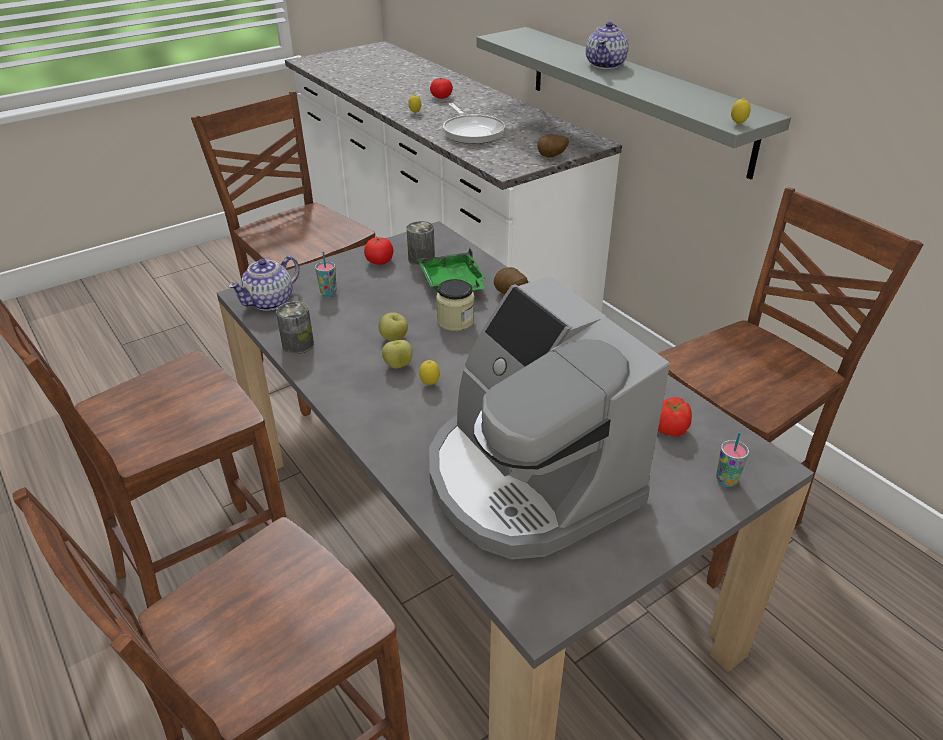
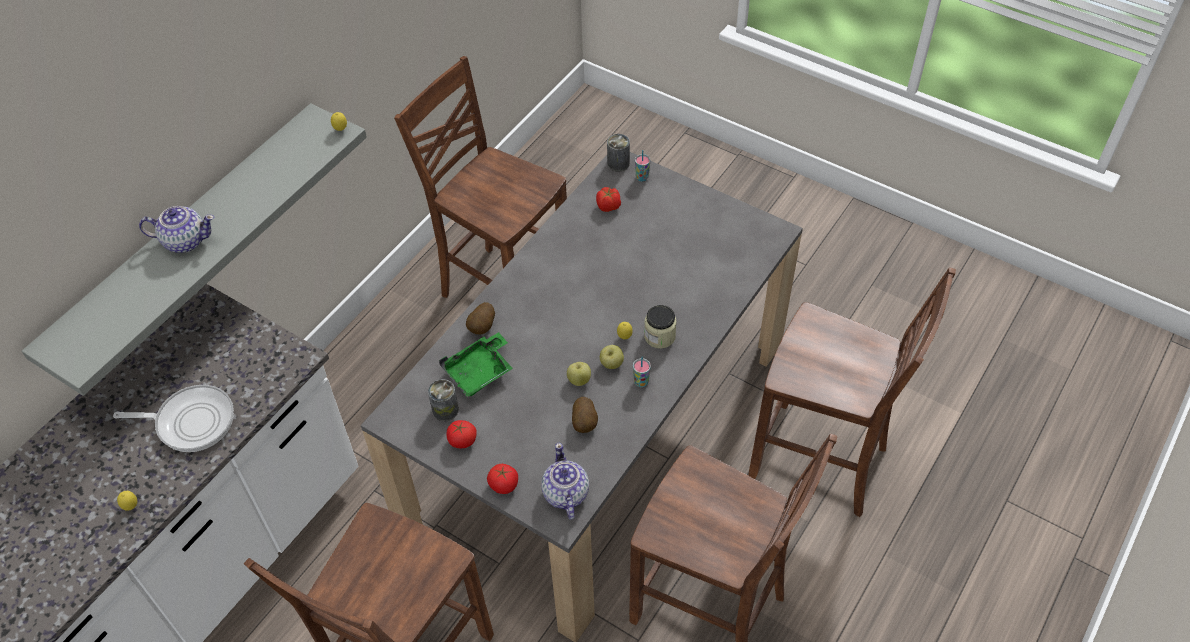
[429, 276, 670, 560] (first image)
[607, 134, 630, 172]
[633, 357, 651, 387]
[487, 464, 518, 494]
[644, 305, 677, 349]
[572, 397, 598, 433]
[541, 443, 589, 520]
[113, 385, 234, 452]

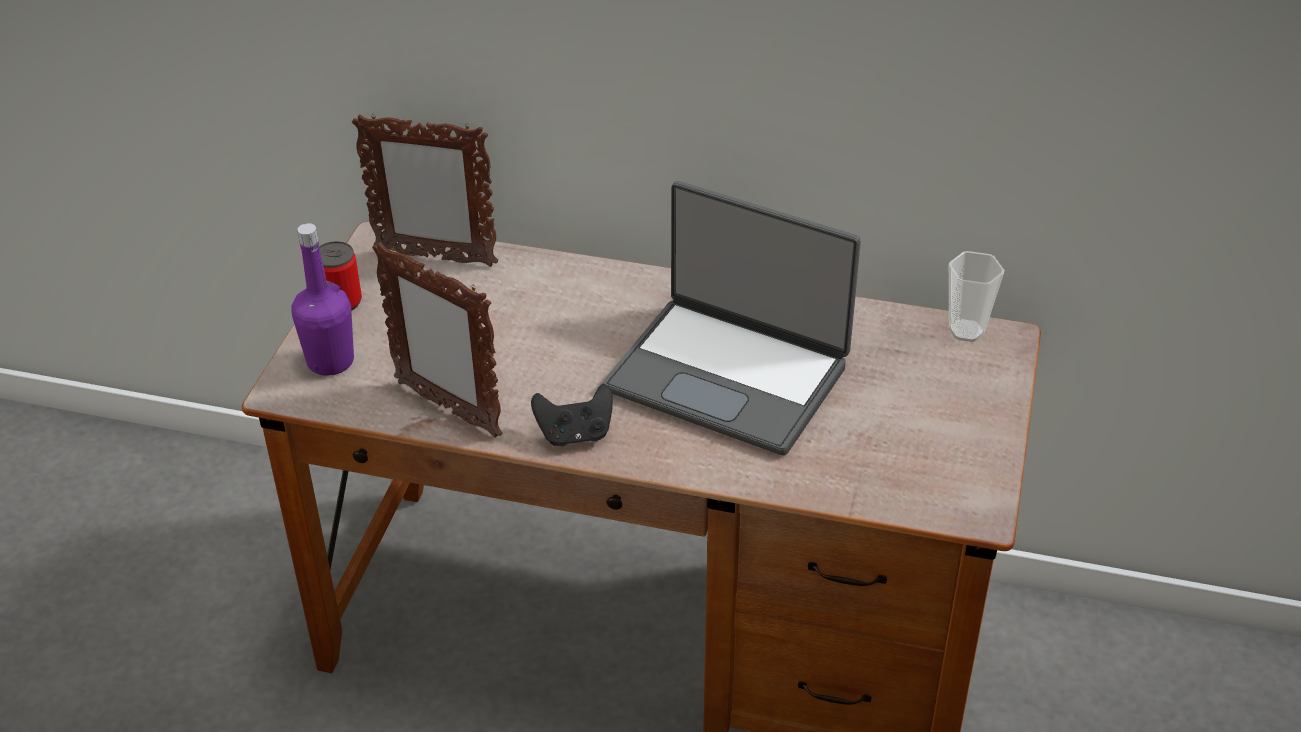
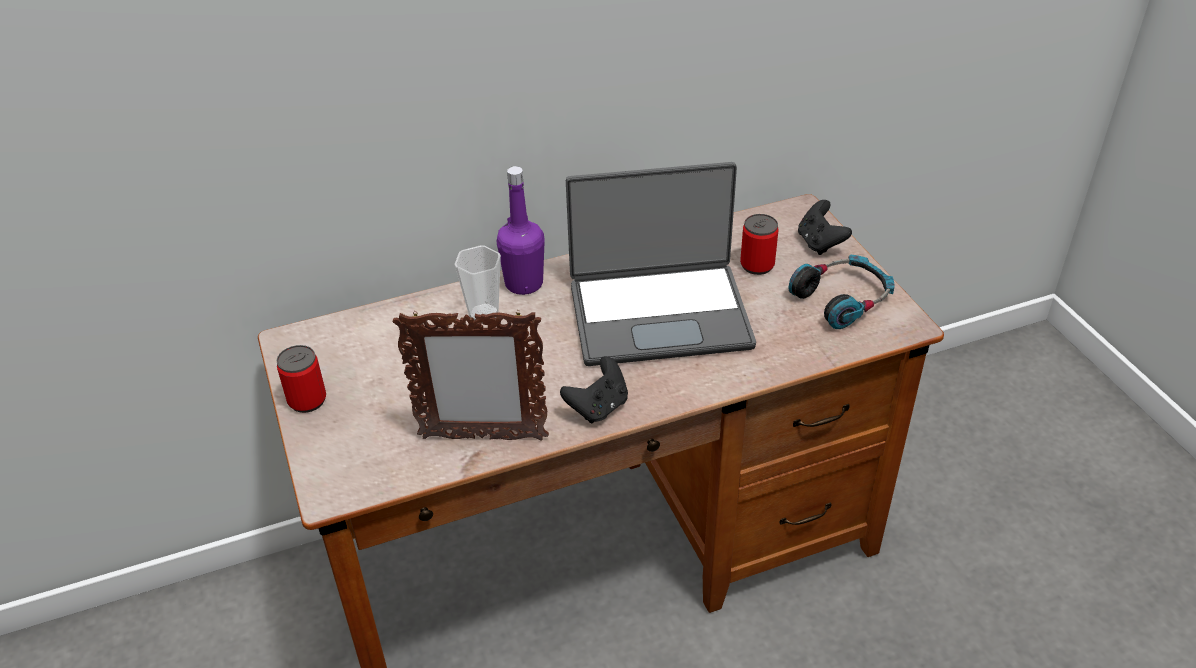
[352, 114, 498, 267] (first image)
[740, 214, 779, 275]
[789, 255, 894, 329]
[798, 200, 852, 255]
[497, 166, 545, 295]
[454, 245, 501, 324]

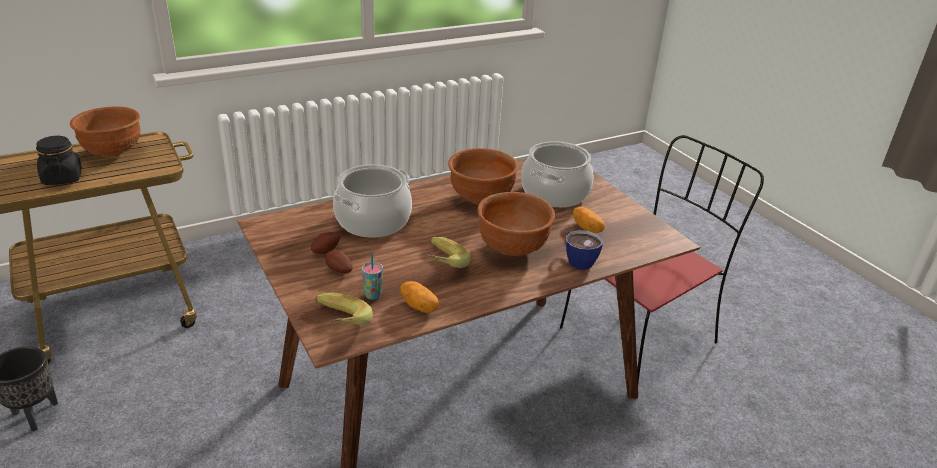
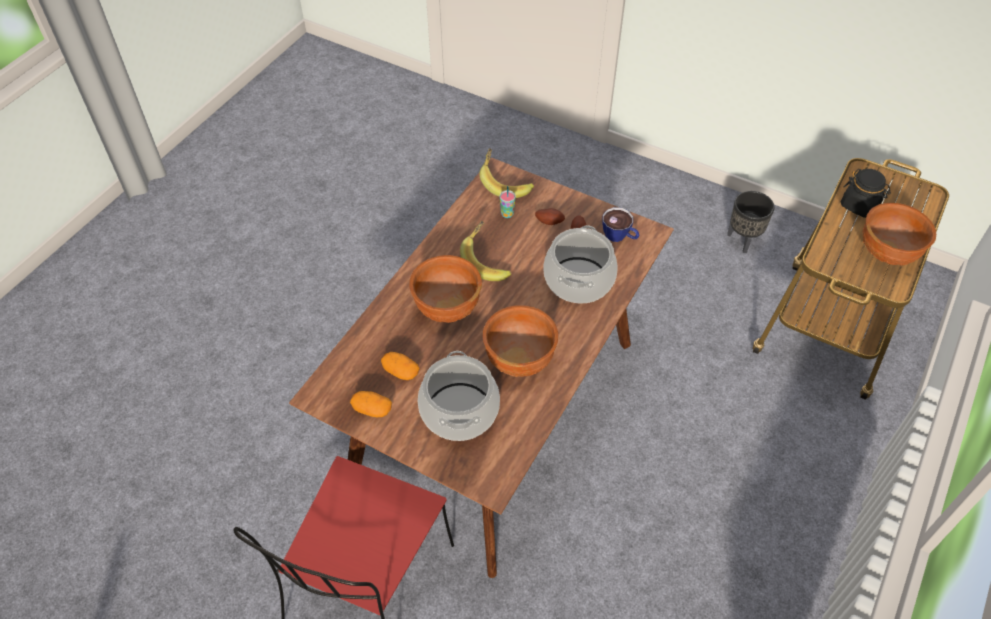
[350, 391, 392, 417]
[603, 207, 639, 242]

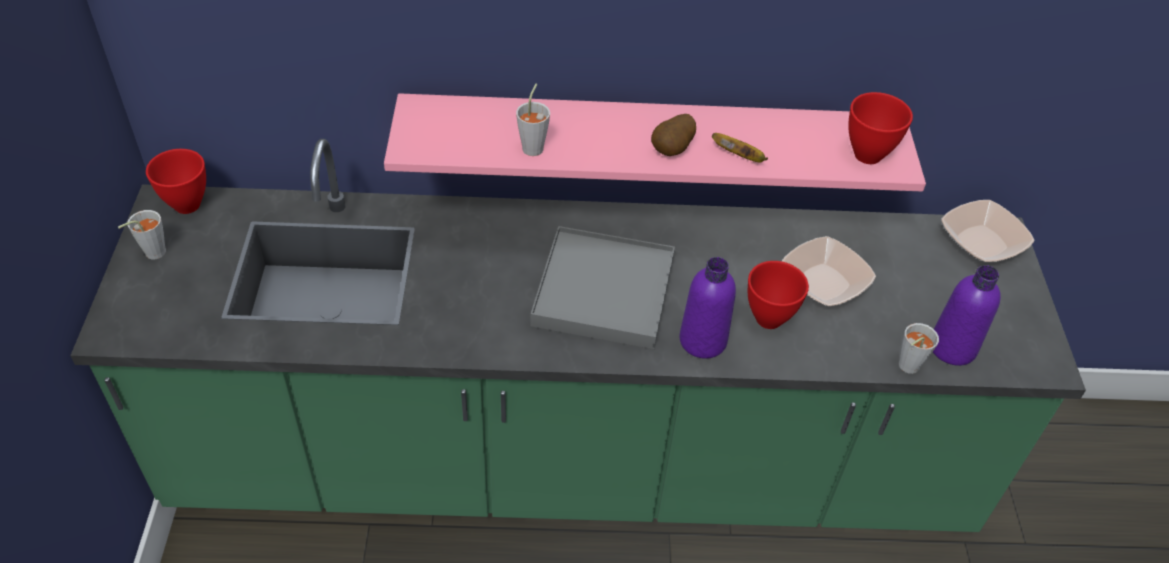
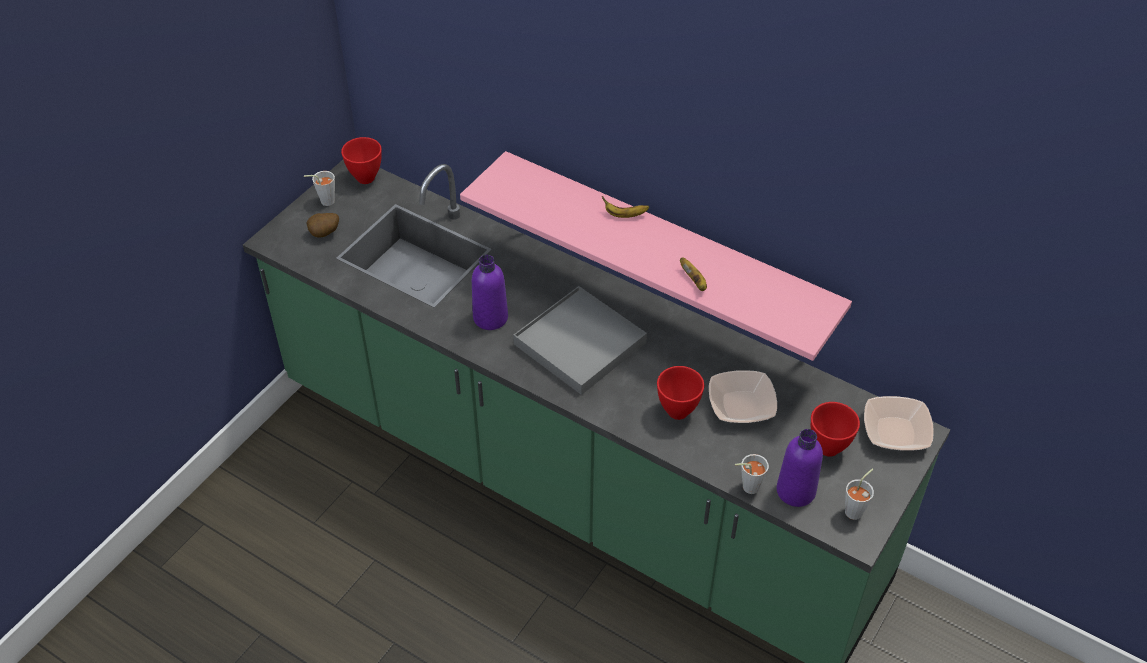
[602, 196, 649, 218]
[845, 468, 874, 520]
[306, 213, 339, 237]
[472, 255, 508, 330]
[811, 402, 860, 457]

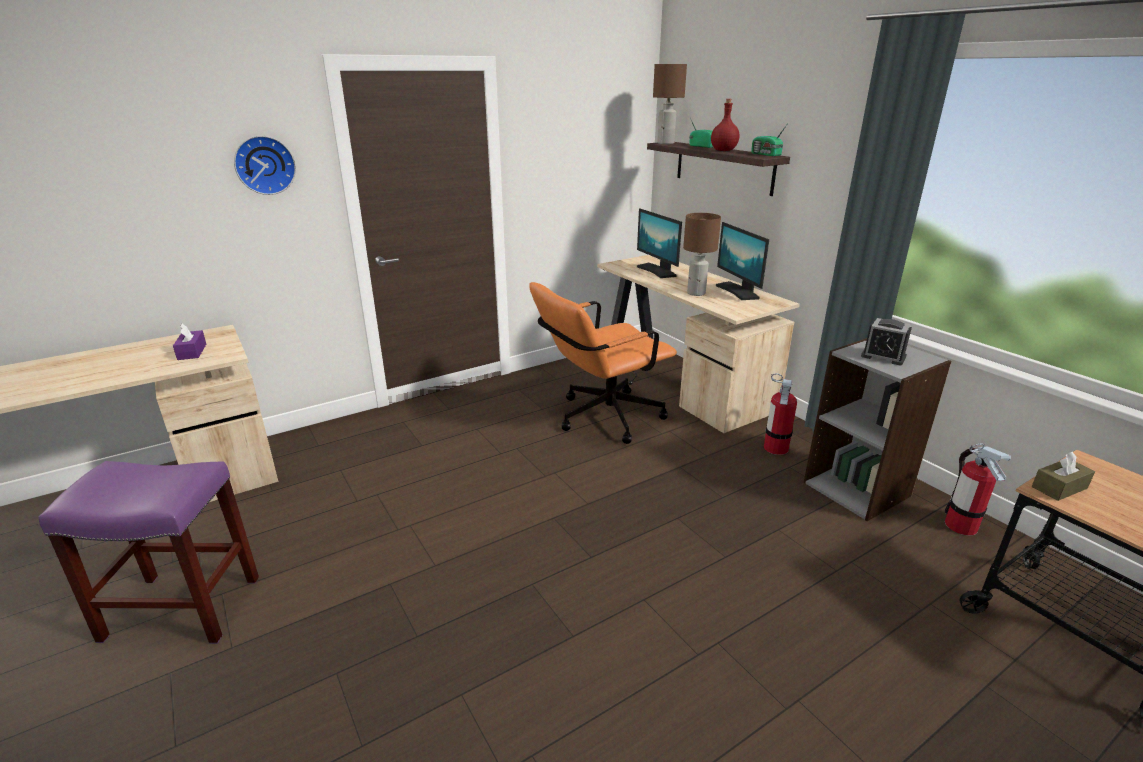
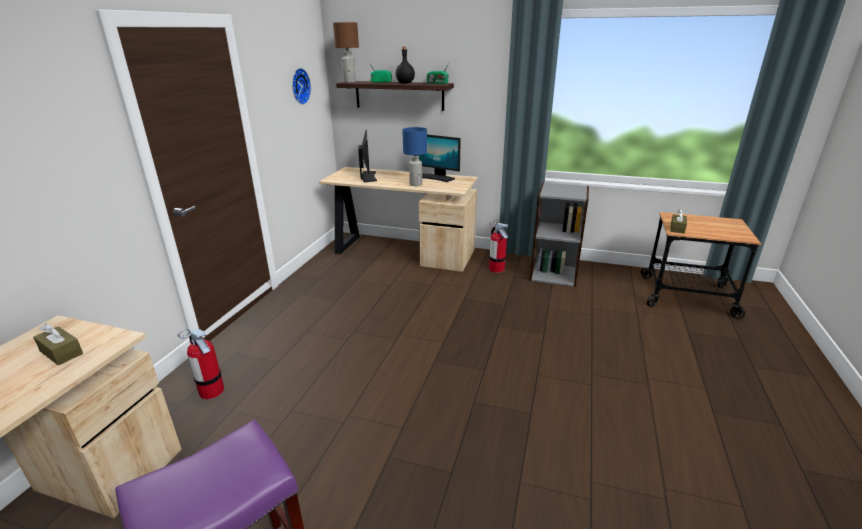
[529, 282, 677, 444] (first image)
[861, 318, 912, 365] (first image)
[292, 68, 311, 105]
[178, 328, 224, 399]
[33, 323, 83, 365]
[402, 127, 427, 186]
[396, 47, 415, 84]
[358, 130, 377, 182]

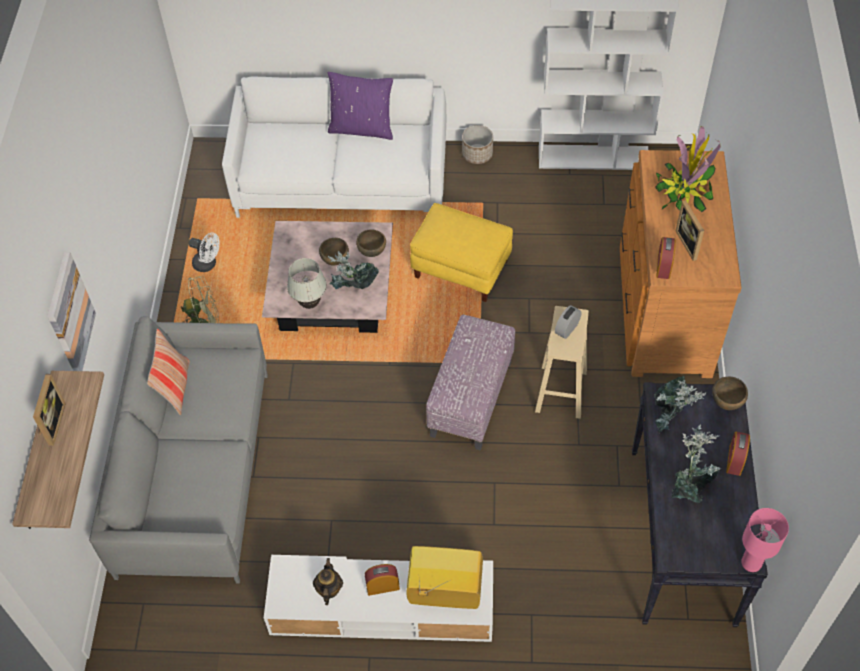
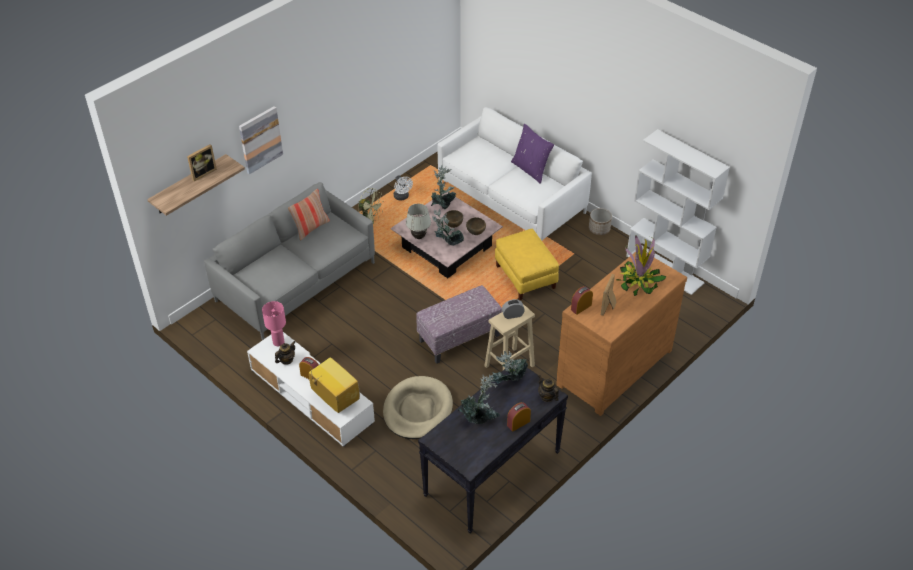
[383, 376, 453, 439]
[431, 165, 456, 210]
[262, 301, 286, 346]
[538, 375, 559, 402]

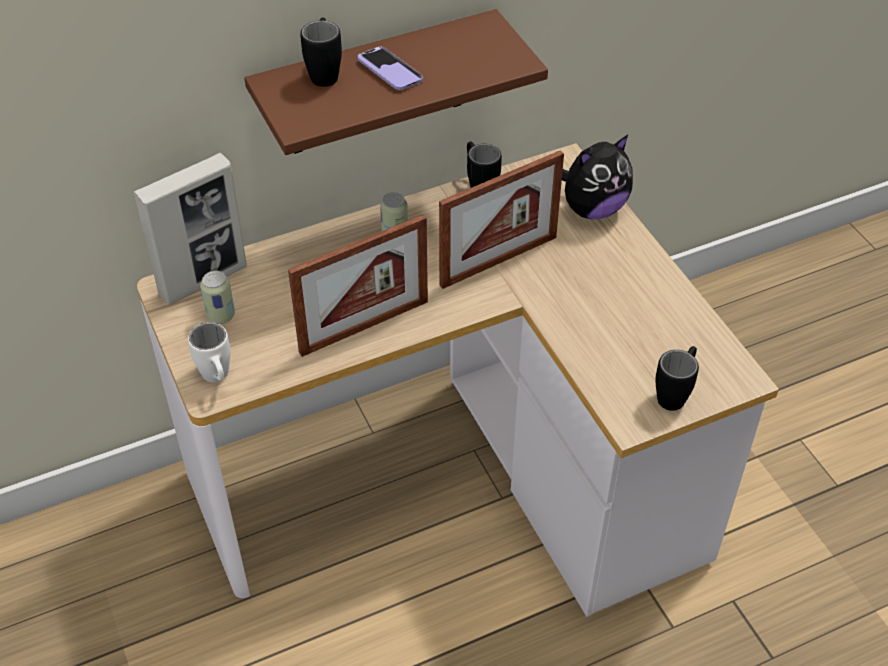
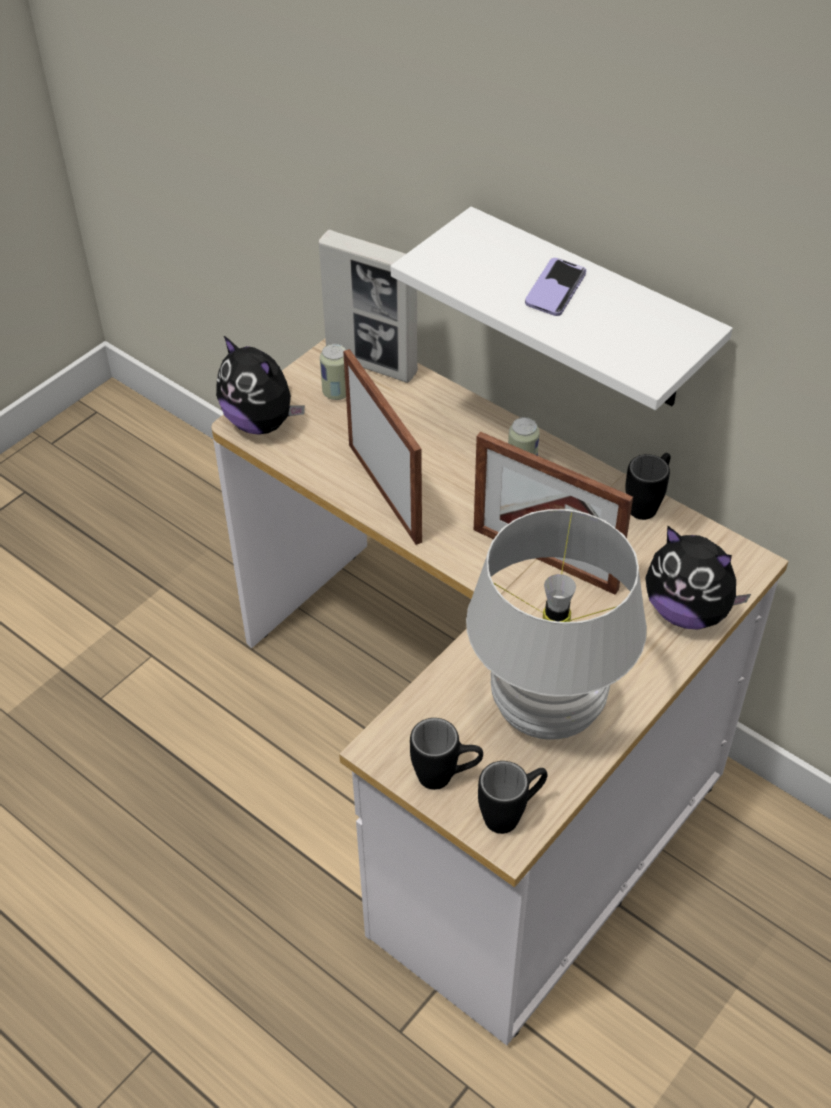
[466, 509, 647, 740]
[478, 761, 548, 834]
[216, 336, 305, 435]
[391, 207, 733, 410]
[343, 349, 422, 545]

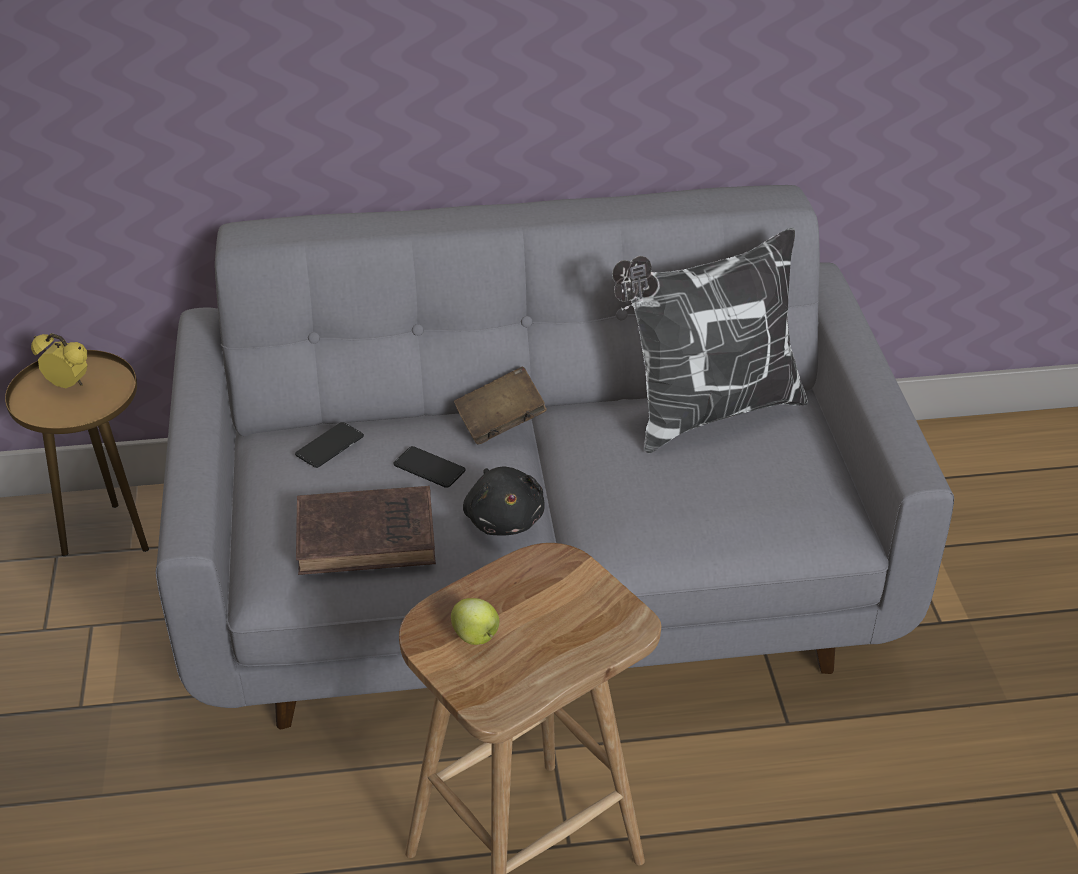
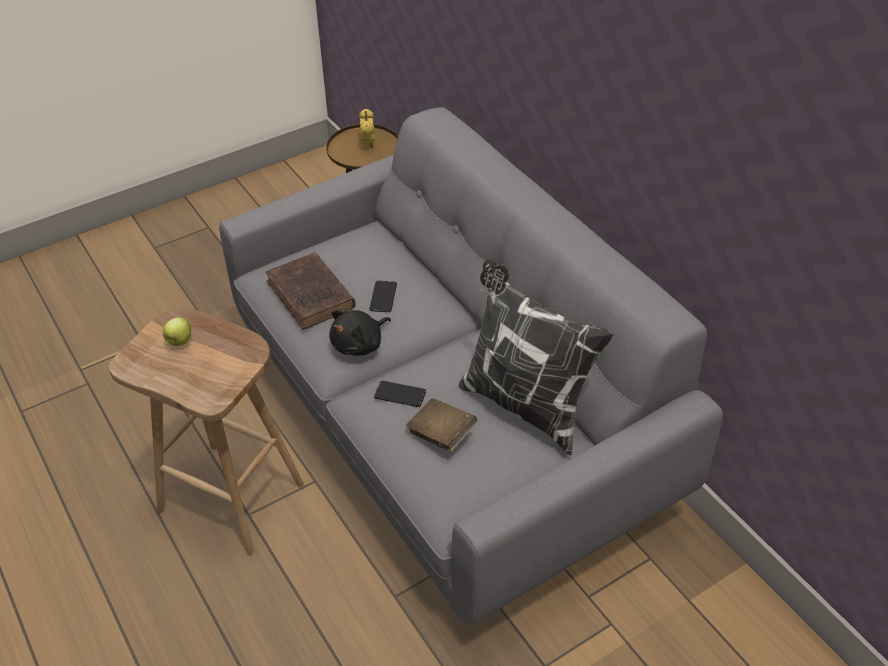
[374, 381, 426, 407]
[406, 398, 477, 452]

